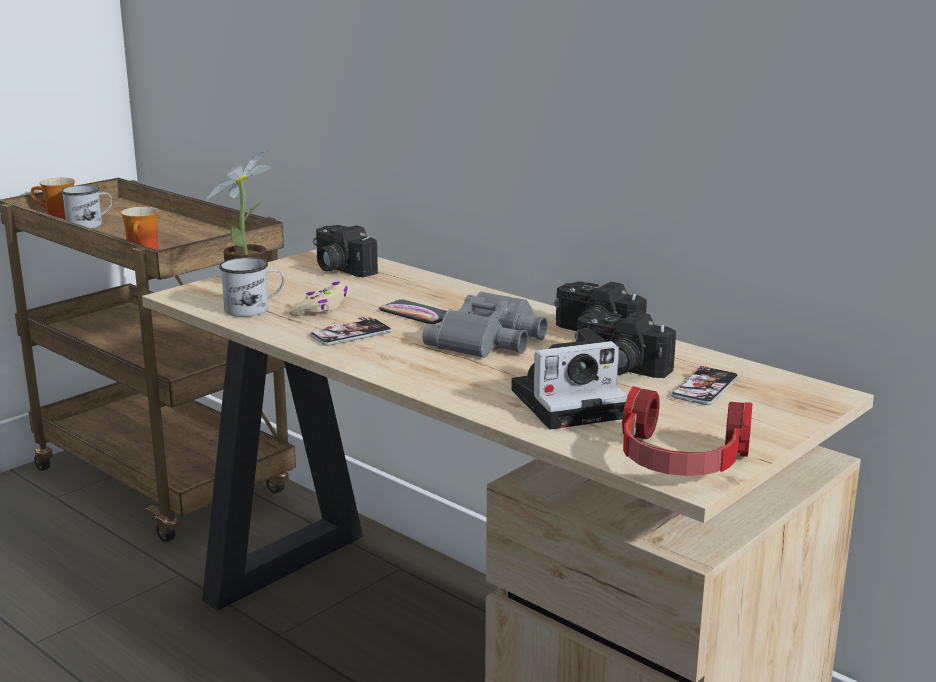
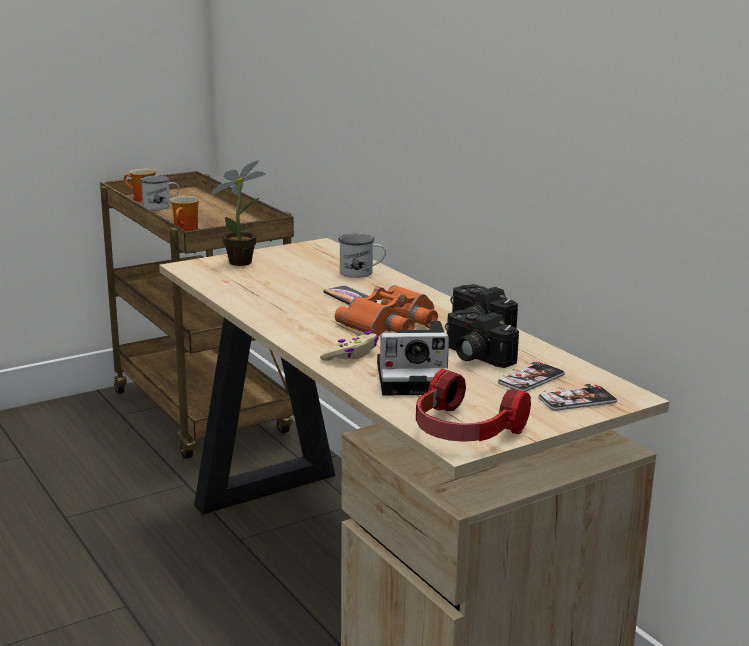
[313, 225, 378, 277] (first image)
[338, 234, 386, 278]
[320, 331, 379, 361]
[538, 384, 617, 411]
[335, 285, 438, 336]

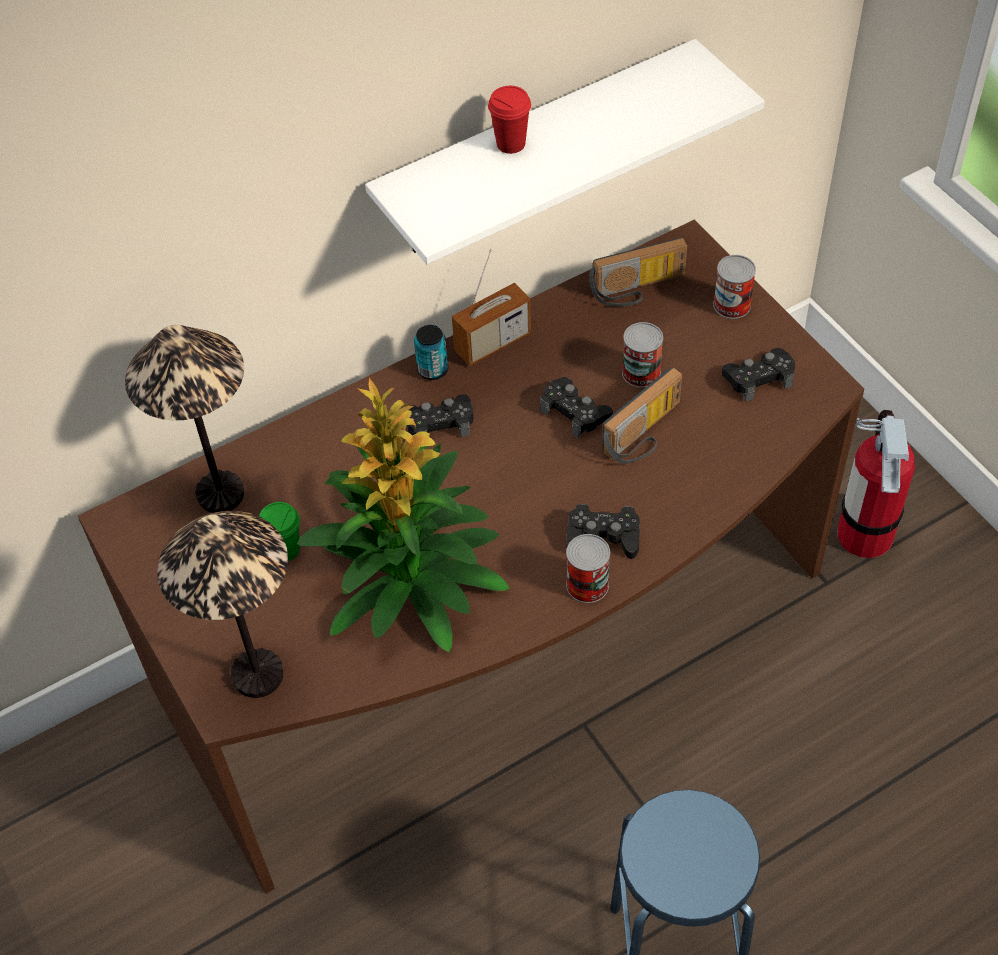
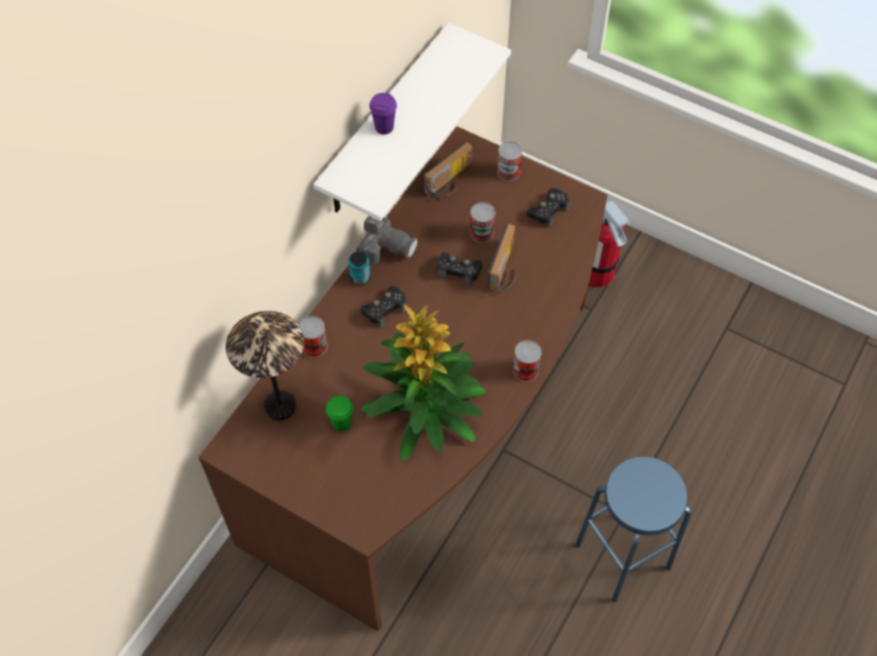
[157, 511, 288, 698] (first image)
[566, 504, 640, 559] (first image)
[299, 316, 328, 357]
[356, 216, 418, 265]
[369, 93, 397, 135]

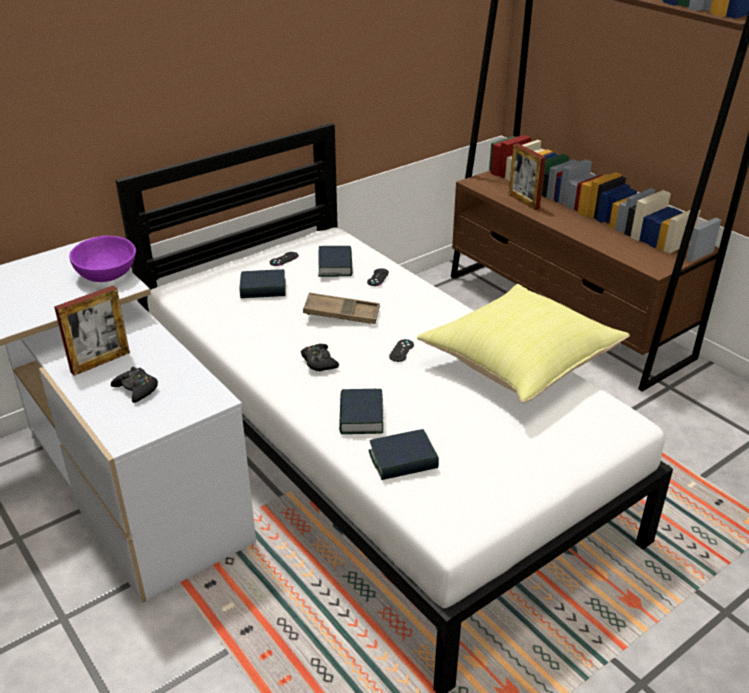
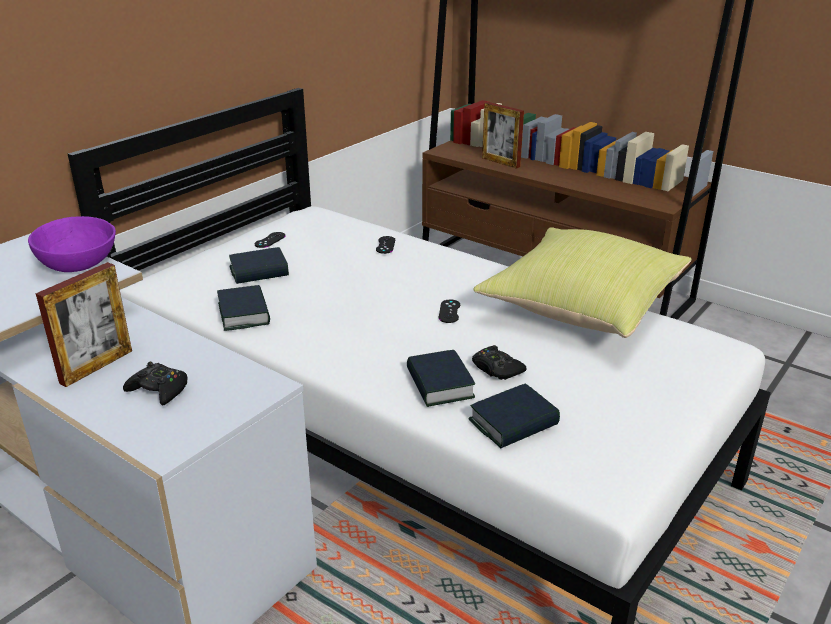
[303, 292, 380, 324] (first image)
[472, 345, 527, 380]
[217, 285, 270, 331]

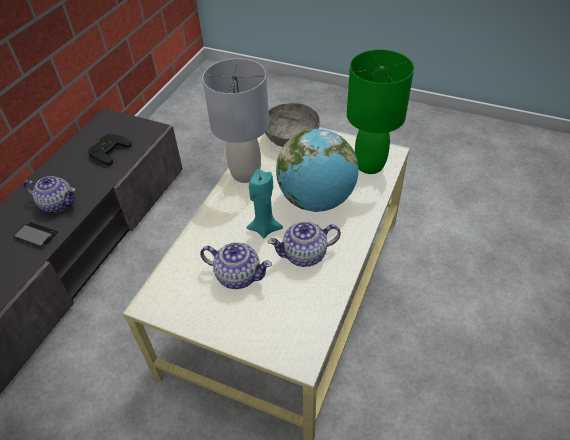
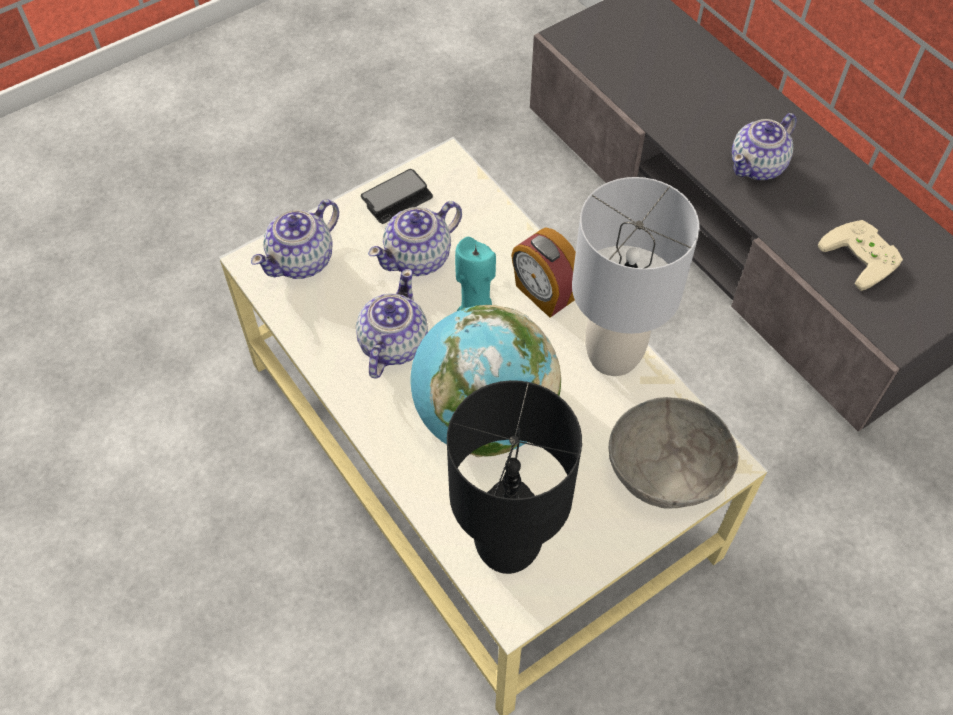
[251, 200, 339, 279]
[511, 227, 576, 318]
[361, 169, 433, 224]
[818, 220, 903, 291]
[447, 380, 582, 574]

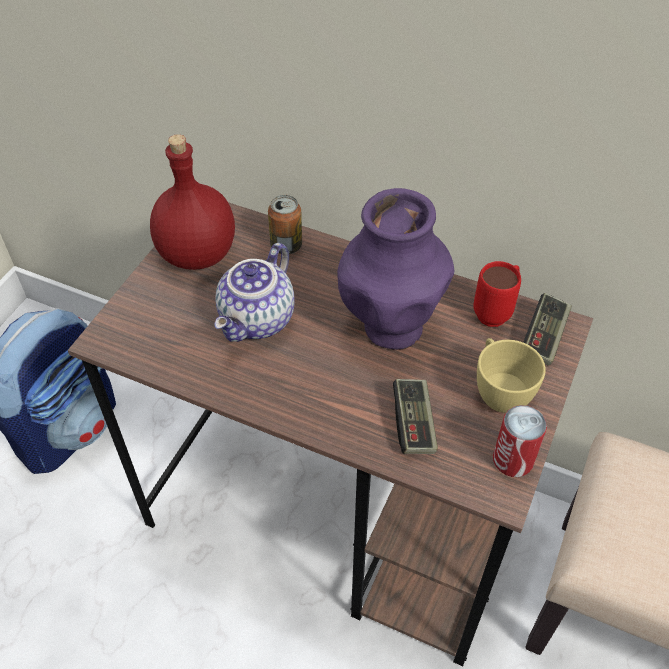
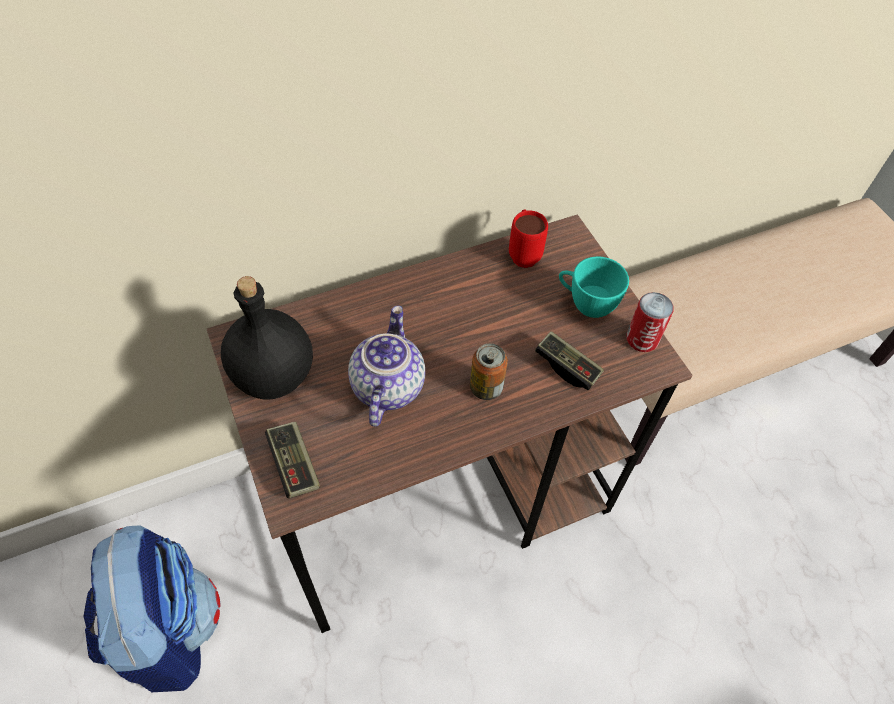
[337, 188, 454, 350] (first image)
[470, 343, 508, 400]
[265, 422, 320, 498]
[221, 276, 313, 400]
[559, 257, 629, 318]
[348, 306, 425, 427]

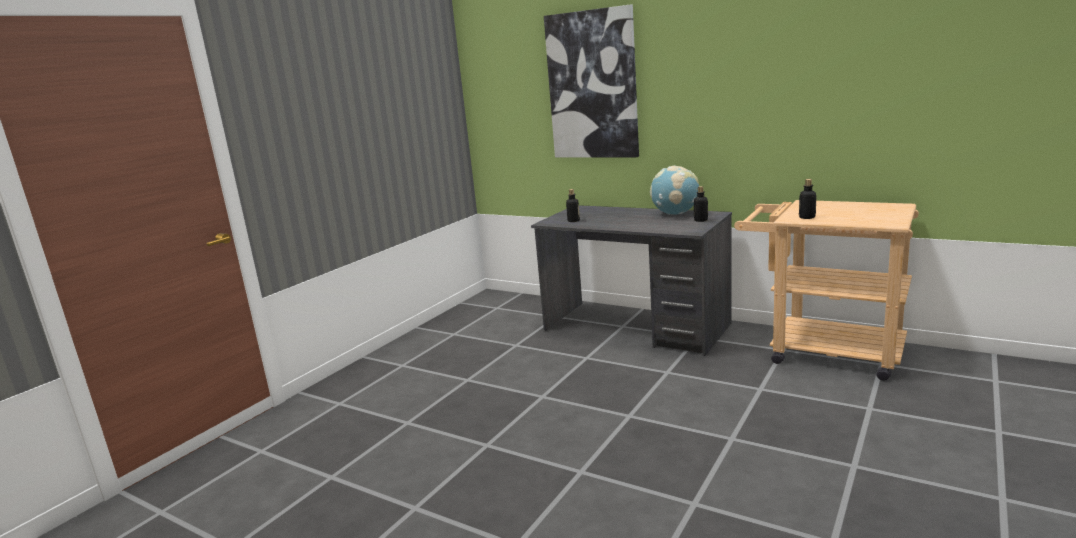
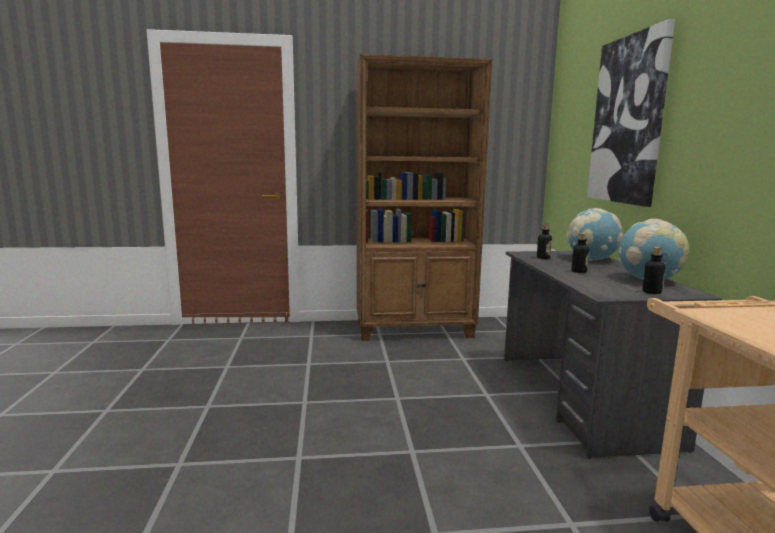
[357, 54, 493, 341]
[566, 208, 623, 261]
[571, 233, 589, 273]

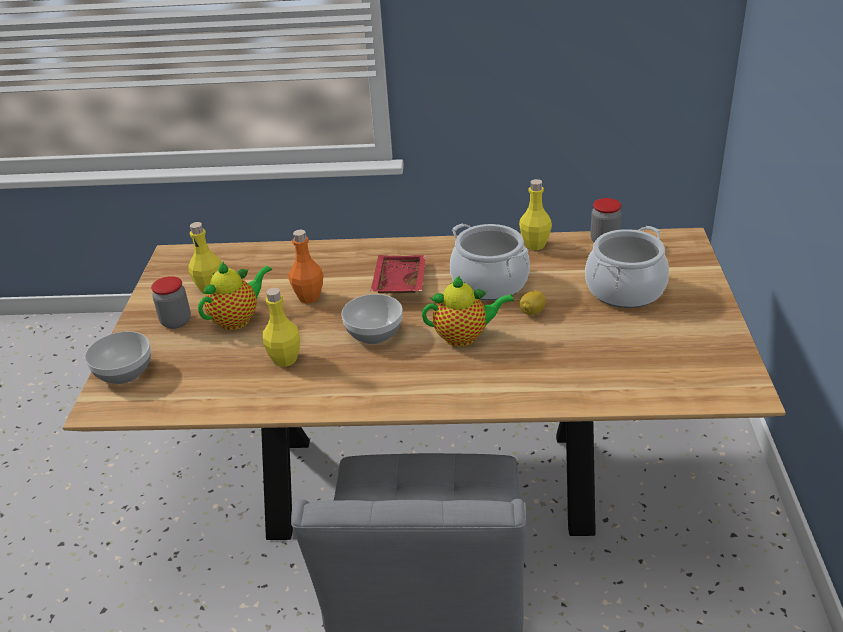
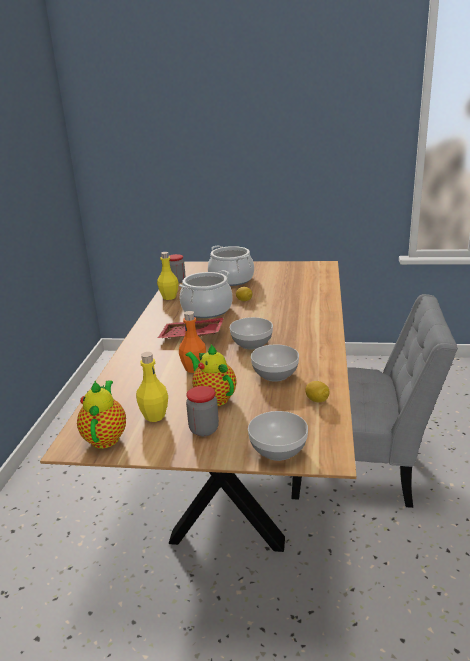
[305, 381, 329, 402]
[77, 380, 126, 449]
[251, 344, 299, 382]

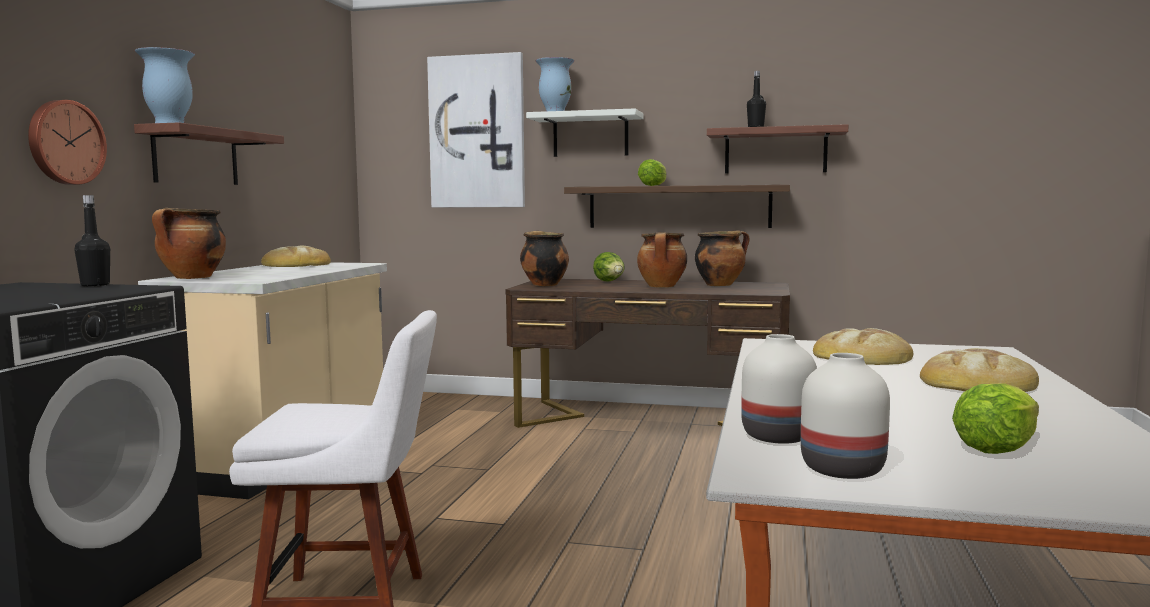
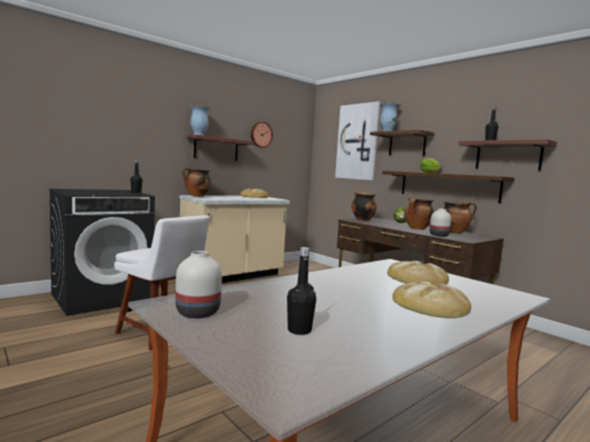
[251, 122, 273, 148]
[430, 208, 451, 237]
[287, 247, 316, 335]
[370, 130, 435, 156]

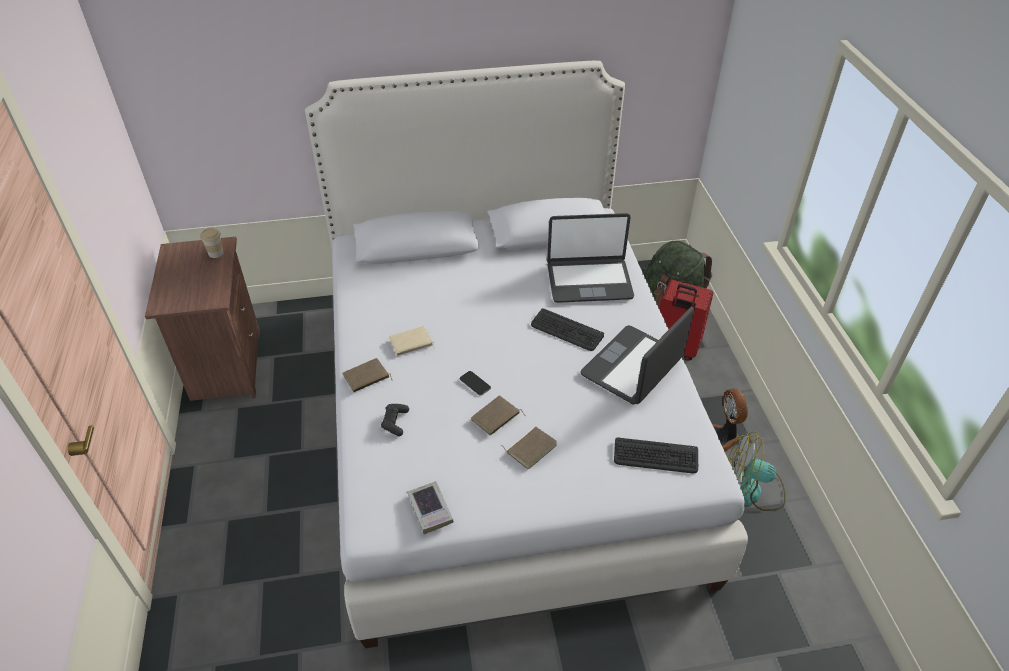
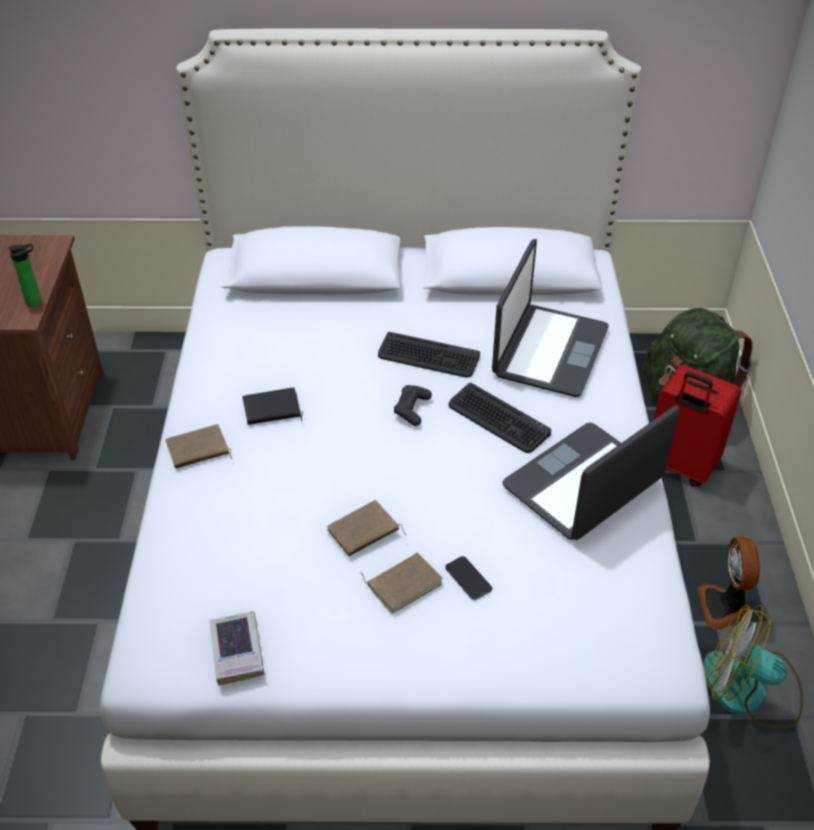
[200, 228, 224, 258] (first image)
[8, 244, 42, 307]
[394, 385, 432, 426]
[445, 556, 492, 600]
[378, 332, 480, 378]
[242, 387, 303, 425]
[492, 239, 609, 397]

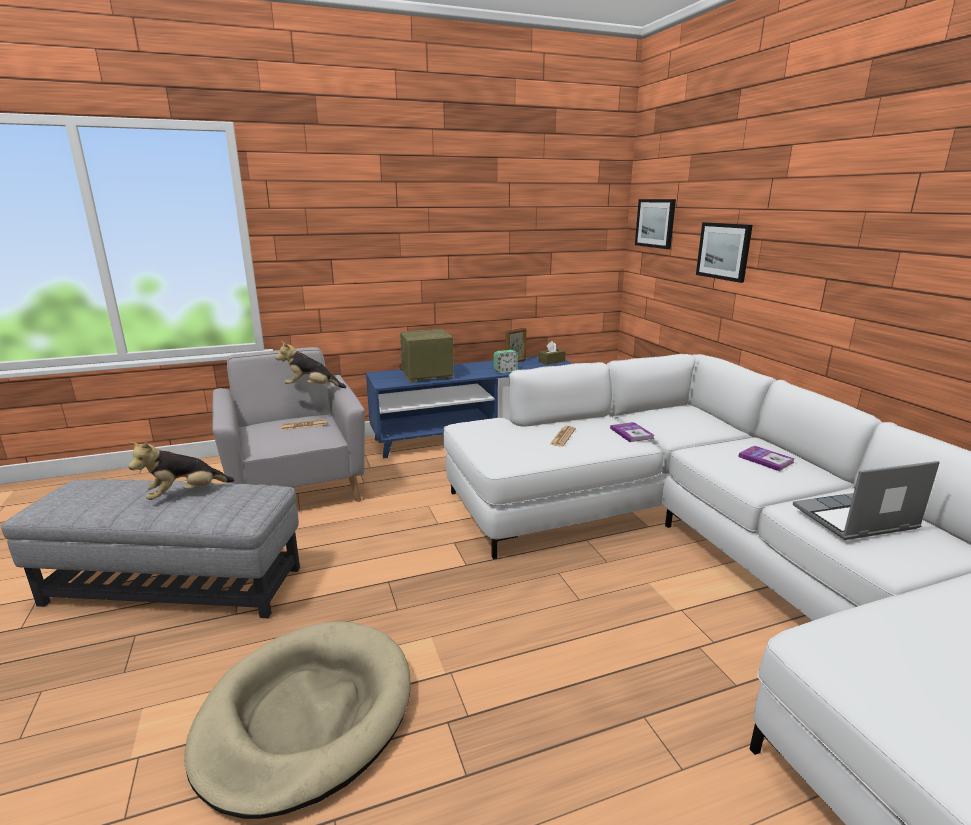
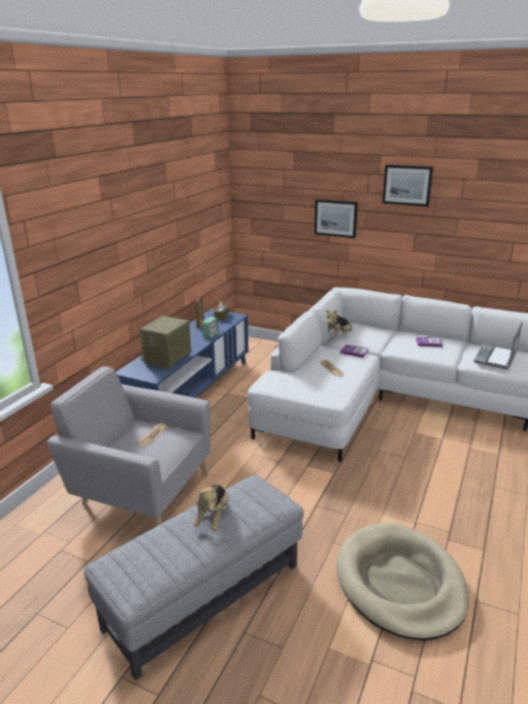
[326, 310, 352, 339]
[382, 165, 433, 207]

